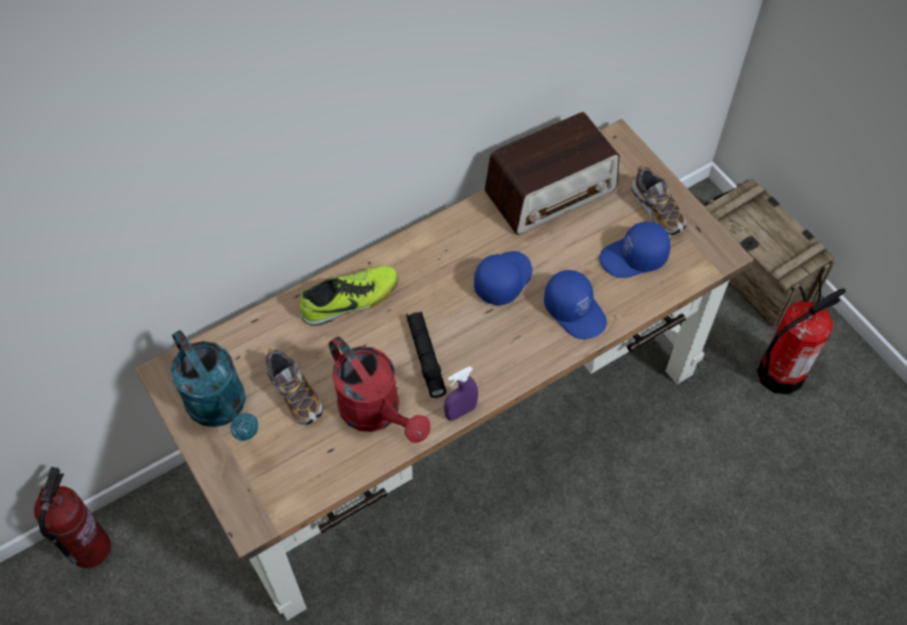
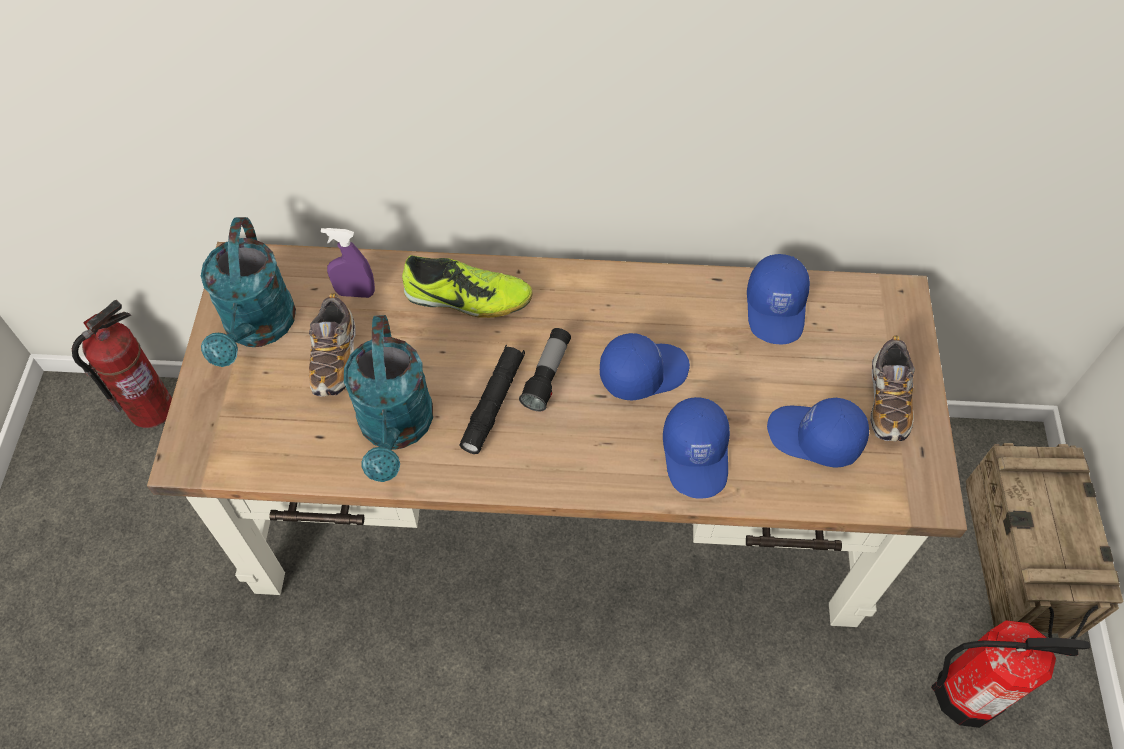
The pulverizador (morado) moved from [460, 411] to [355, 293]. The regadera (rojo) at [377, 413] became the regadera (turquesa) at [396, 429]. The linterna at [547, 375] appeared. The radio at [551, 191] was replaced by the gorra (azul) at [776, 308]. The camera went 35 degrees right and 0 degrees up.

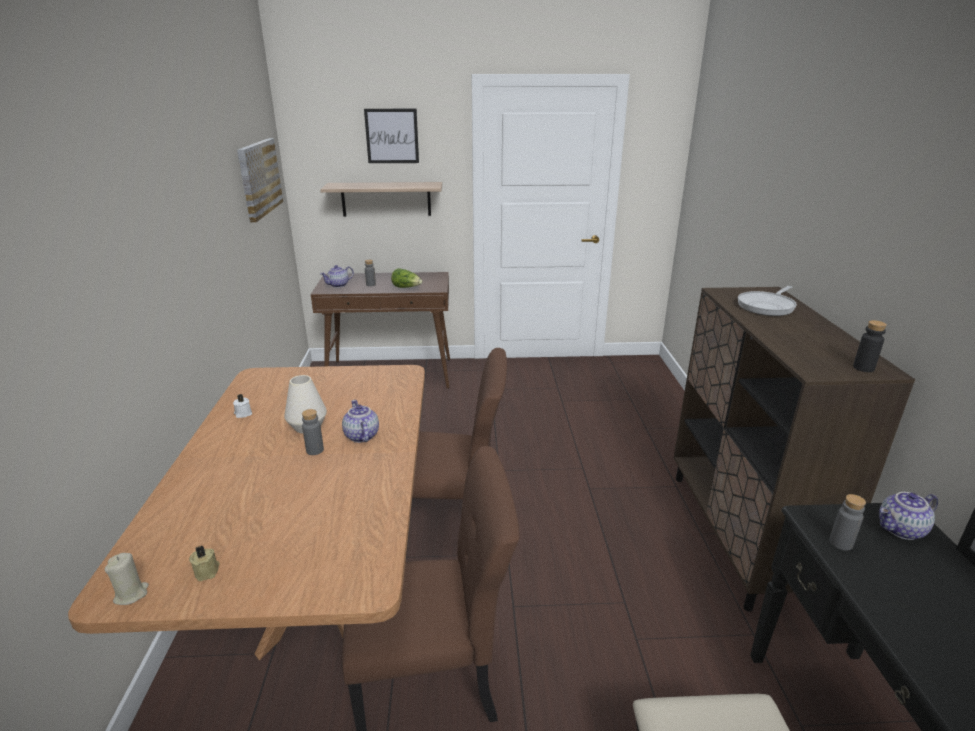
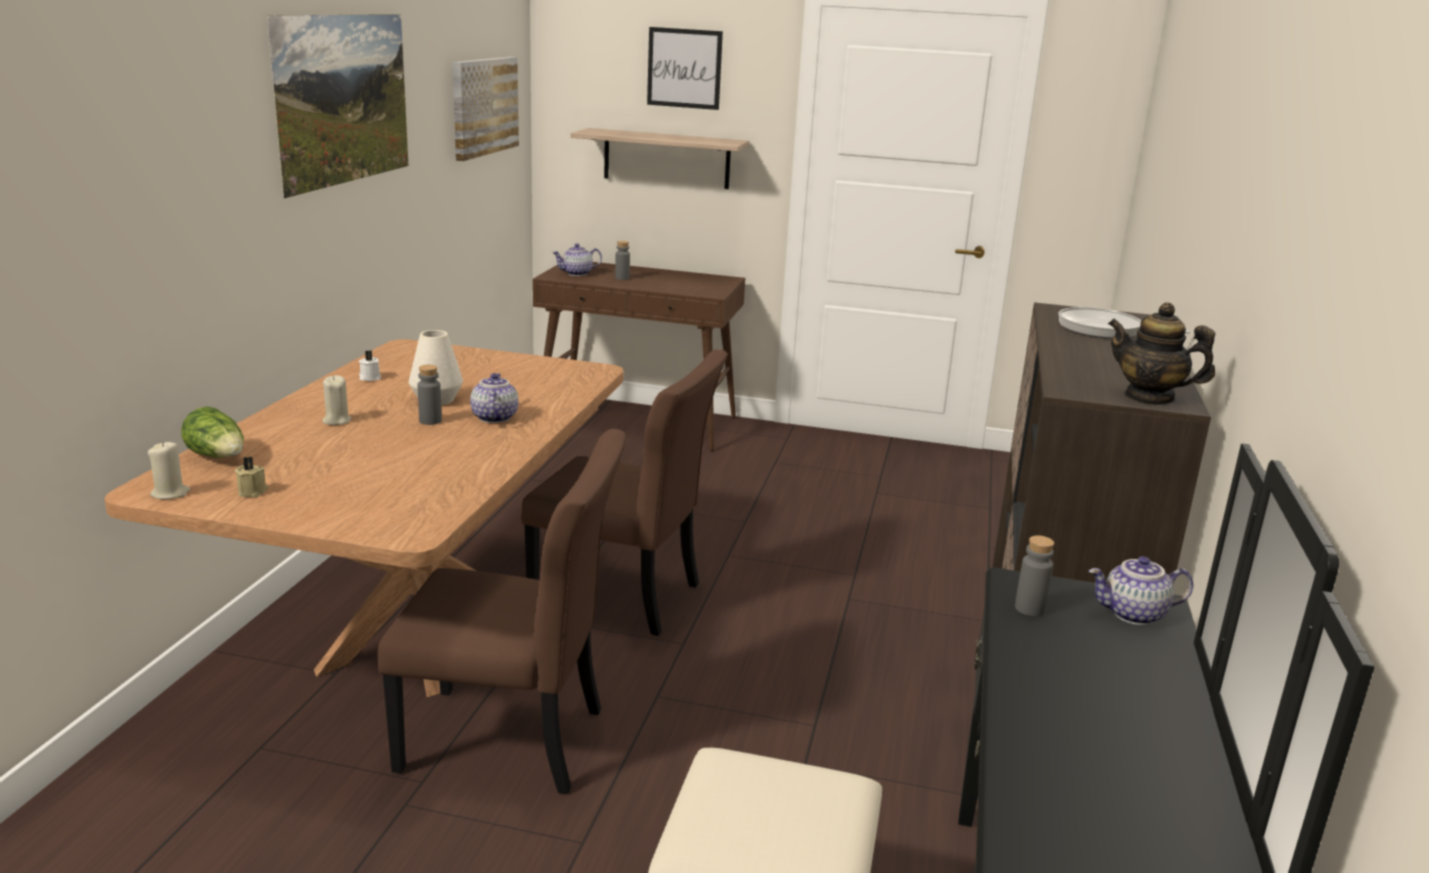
The lechuga moved from [407, 287] to [218, 457]. The cuadro at [349, 140] appeared. The vela (beis) at [336, 420] appeared. The sartén at [767, 306] turned 60 degrees clockwise. The botella (negro) at [863, 368] was replaced by the tetera at [1149, 398]. The camera went 15 degrees right and 5 degrees down.

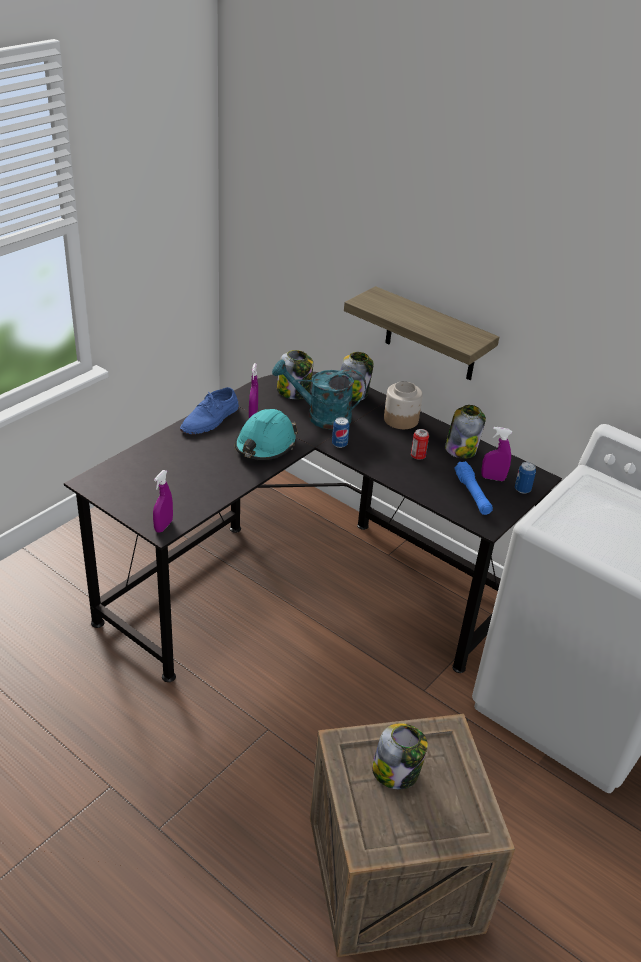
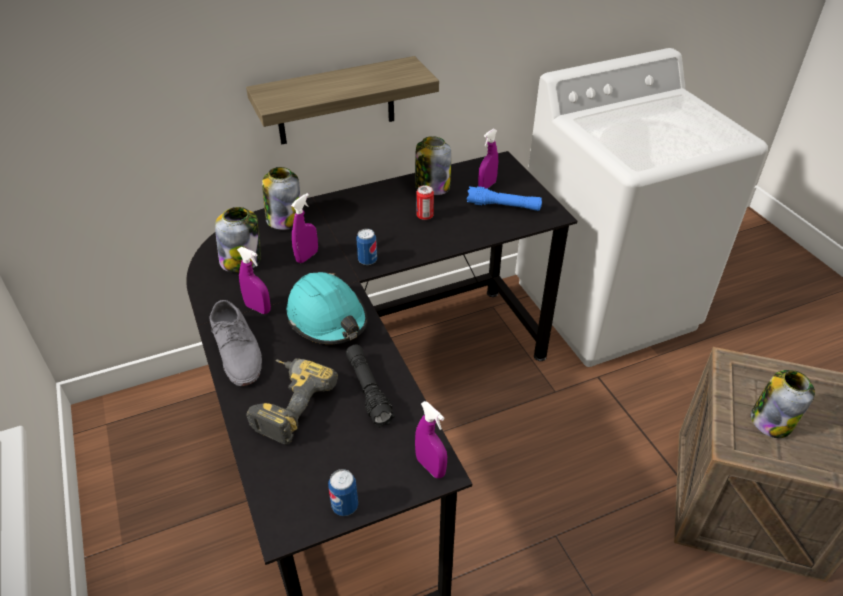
The zapato (azul) at [210, 419] became the zapato (gris) at [238, 350]. The taladro at [287, 403] appeared. The regadera (turquesa) at [321, 417] was replaced by the pulverizador (morado) at [307, 256]. The lata moved from [522, 490] to [345, 506]. The linterna (negro) at [368, 390] appeared. The tarro at [400, 420] disappeared. The camera went 60 degrees left and 5 degrees up.

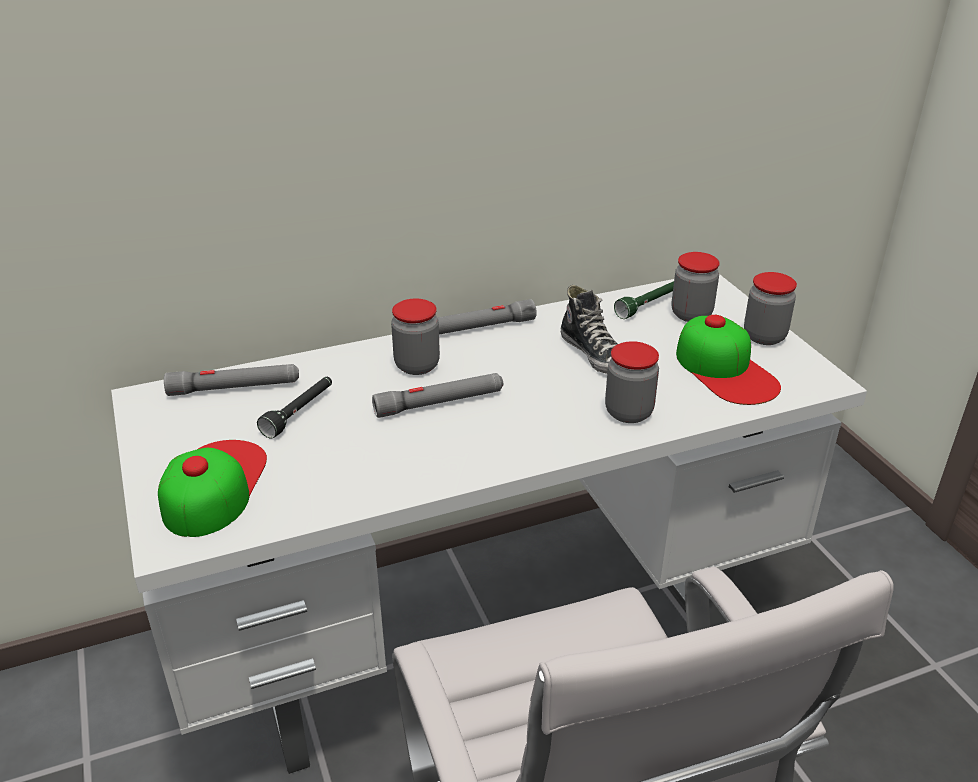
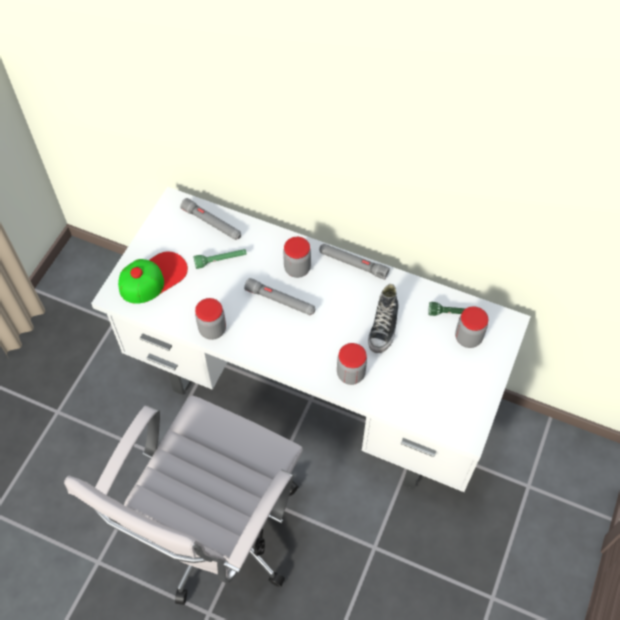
The linterna (negro) at [299, 413] became the linterna (verde) at [221, 260]. The tarro moved from [764, 336] to [212, 329]. The gorra at [725, 370] disappeared. The camera went 45 degrees right and 25 degrees up.

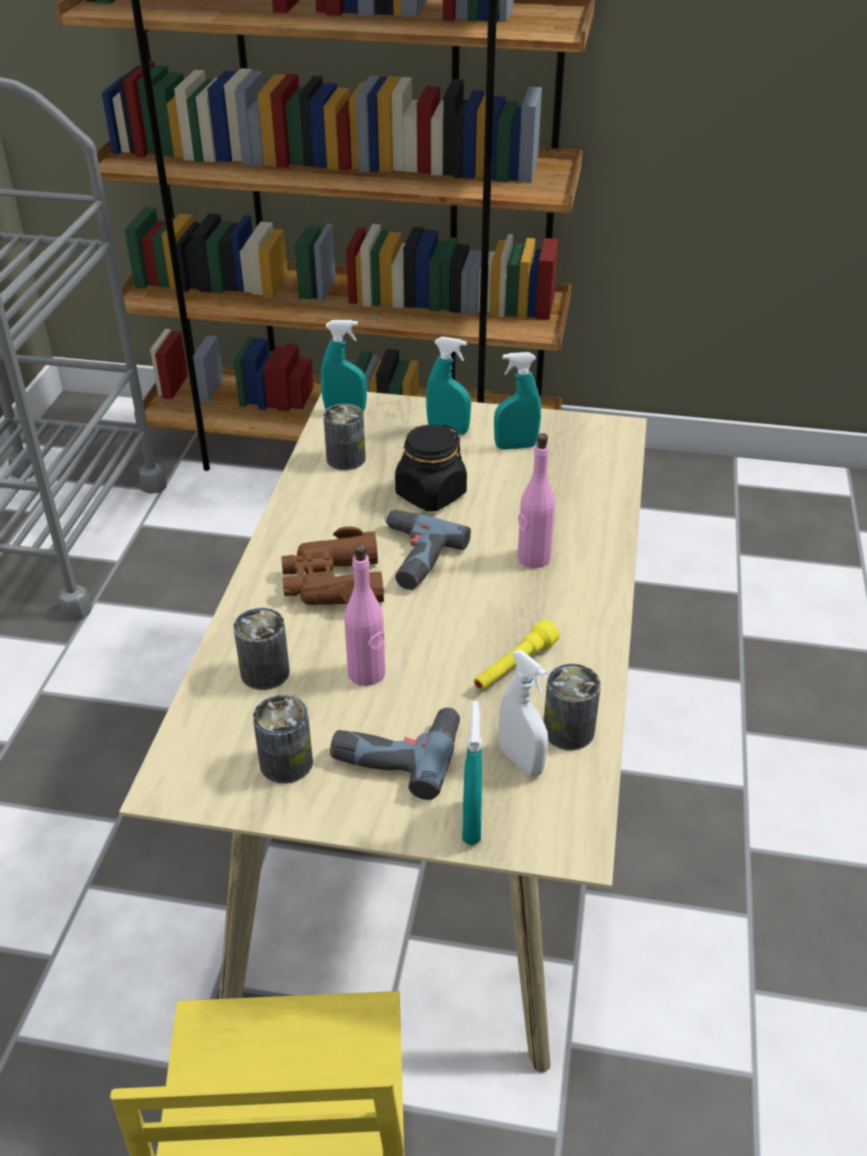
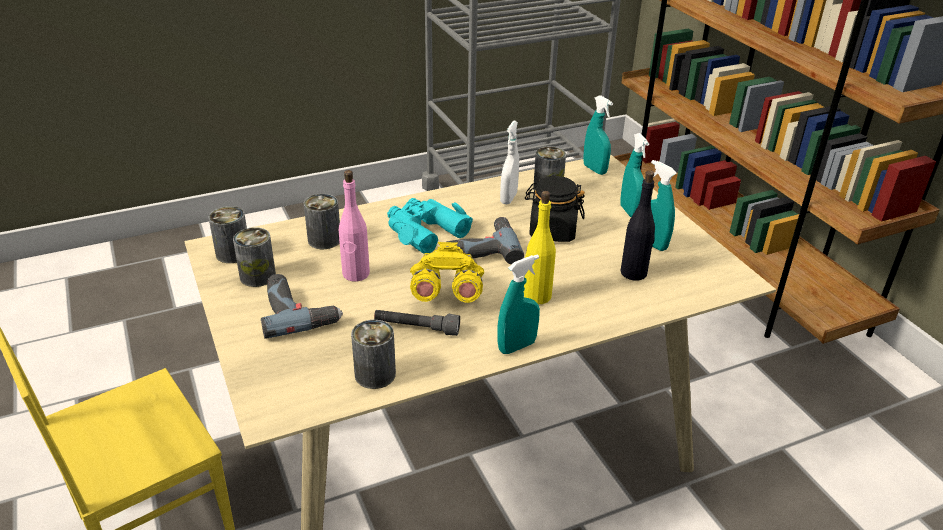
The lata at [233, 253] appeared. The linterna (amarillo) at [514, 666] became the linterna (gris) at [416, 328]. The prismáticos (marrón) at [333, 583] became the prismáticos (turquesa) at [424, 231]. The prismáticos (amarillo) at [446, 294] appeared. The pulverizador (turquesa) moved from [471, 823] to [517, 346]. The pulverizador (blanco) moved from [521, 761] to [508, 198]. The botella (rosa) at [533, 558] became the botella (amarillo) at [537, 296]. The botella (negro) at [634, 273] appeared. The camera went 55 degrees right and 5 degrees down.

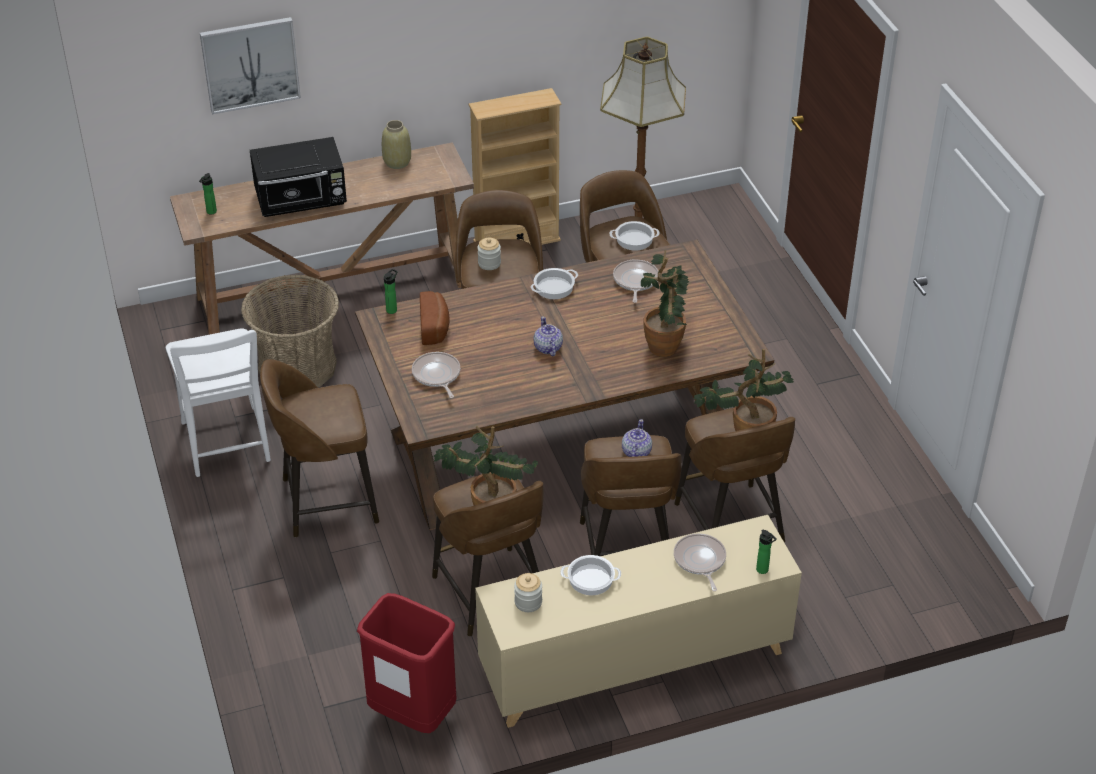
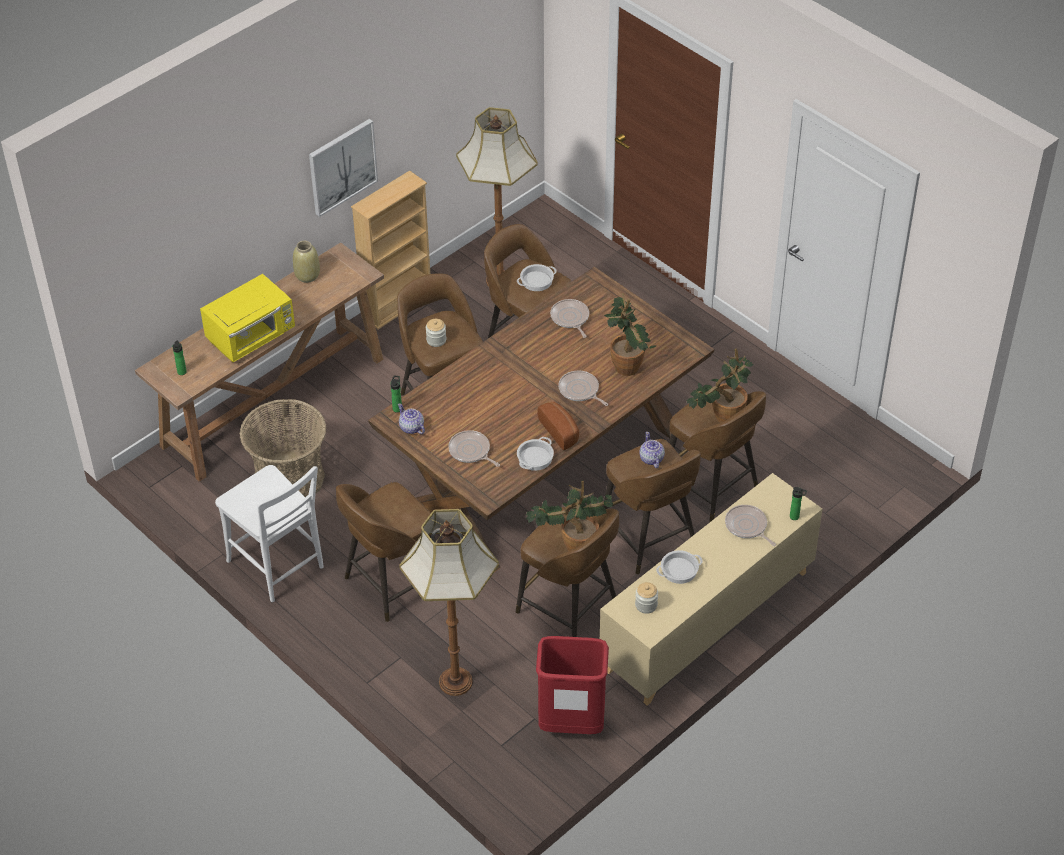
The microondas (negro) at [302, 201] became the microondas (amarillo) at [252, 336]. The cuadro moved from [250, 64] to [342, 166]. The tetera moved from [547, 348] to [411, 428]. The lámpara de pie at [456, 683] appeared. The olla moved from [554, 288] to [535, 458]. The pan moved from [435, 327] to [561, 431]. The sartén at [580, 390] appeared. The camera went 25 degrees left and 5 degrees up.

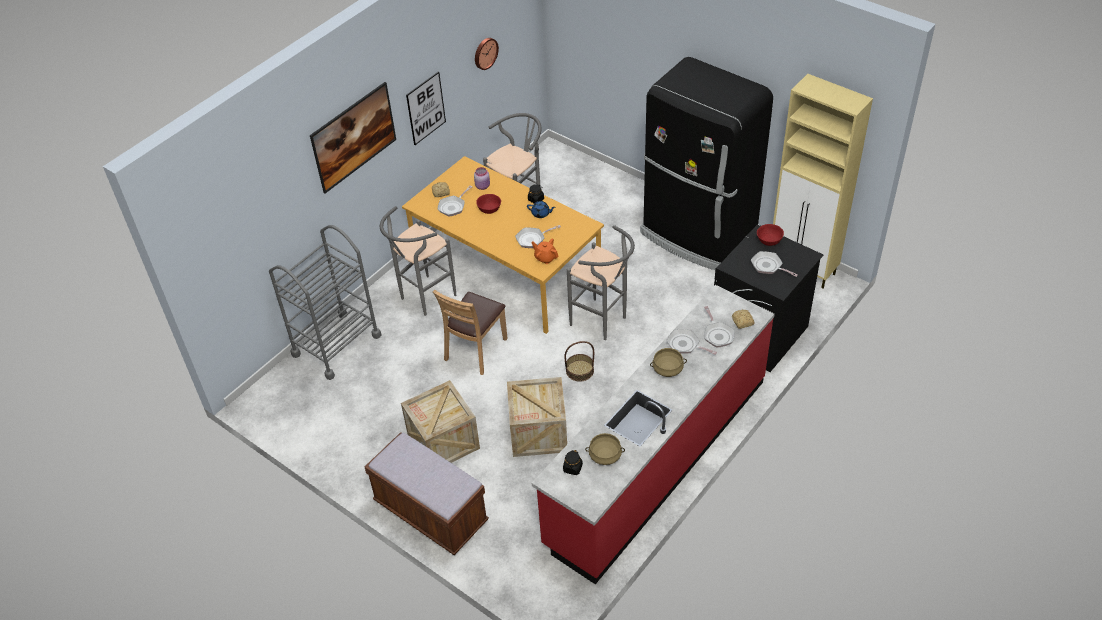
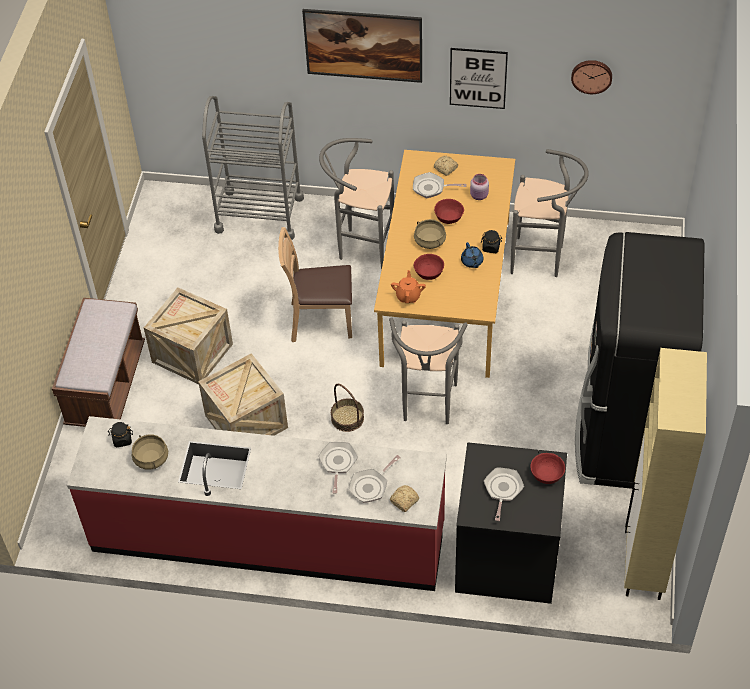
The olla (beis) moved from [667, 369] to [429, 241]. The sartén at [532, 239] was replaced by the cuenco (rojo) at [428, 273]. The camera went 60 degrees right and 5 degrees up.

